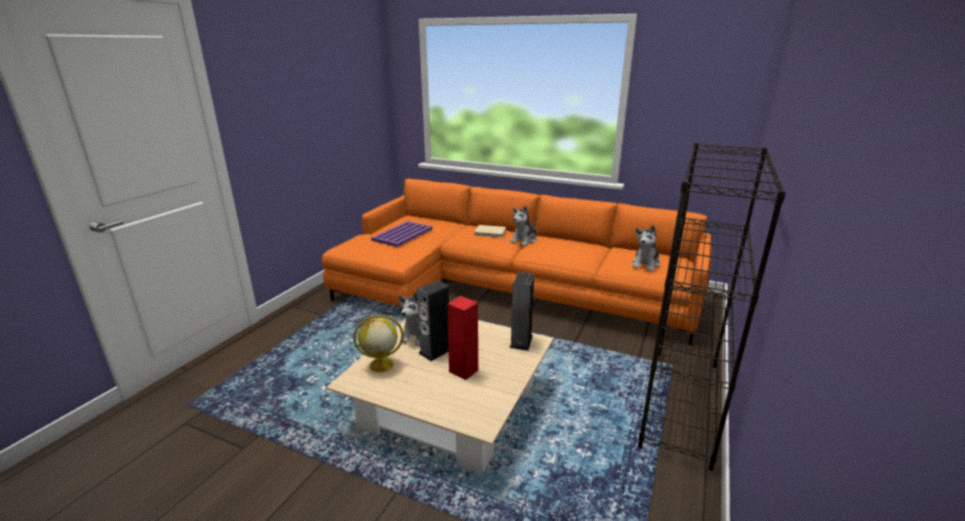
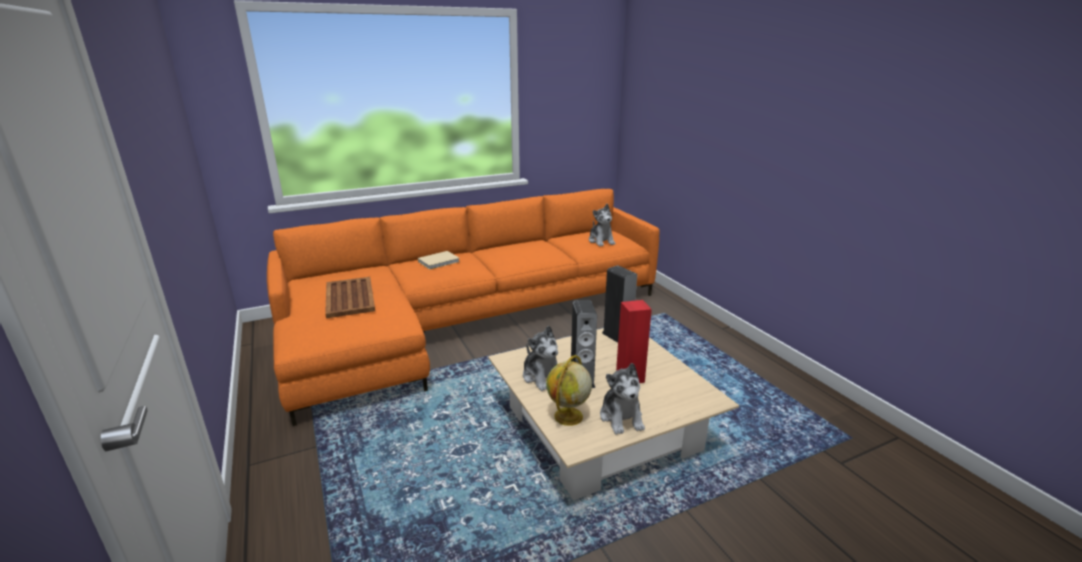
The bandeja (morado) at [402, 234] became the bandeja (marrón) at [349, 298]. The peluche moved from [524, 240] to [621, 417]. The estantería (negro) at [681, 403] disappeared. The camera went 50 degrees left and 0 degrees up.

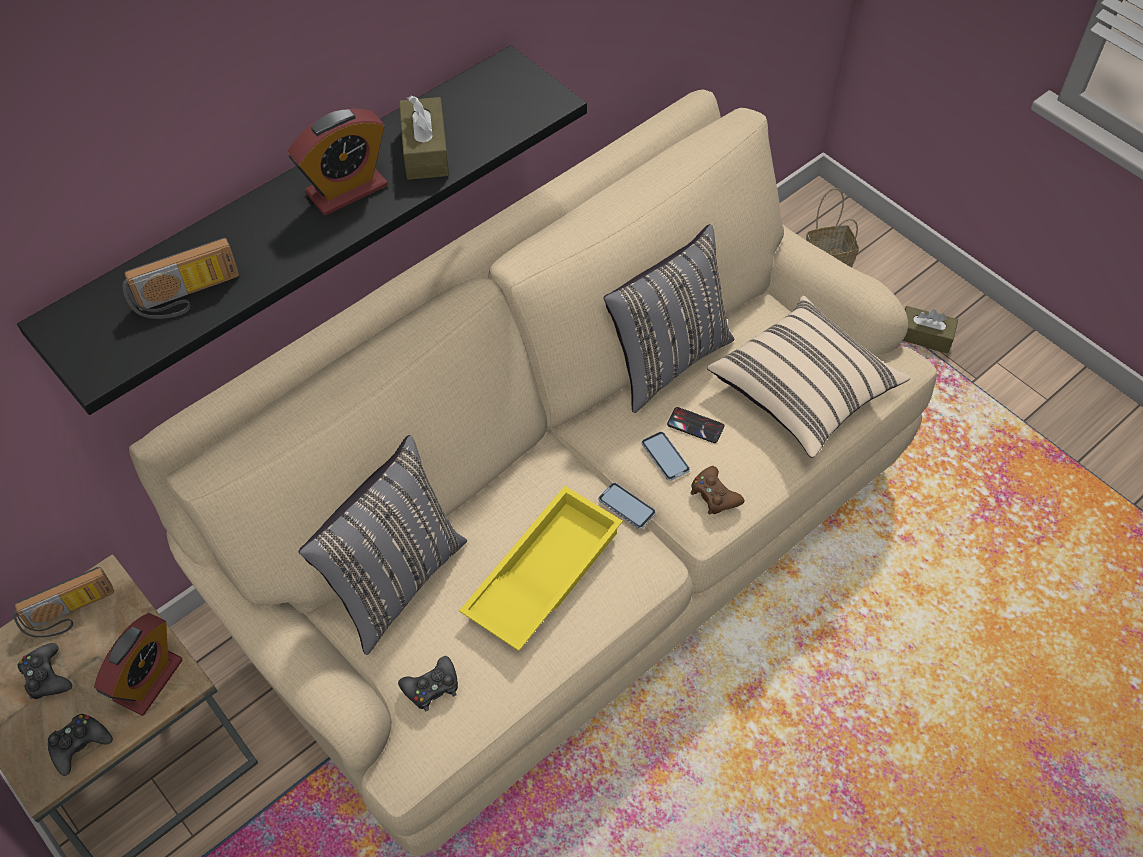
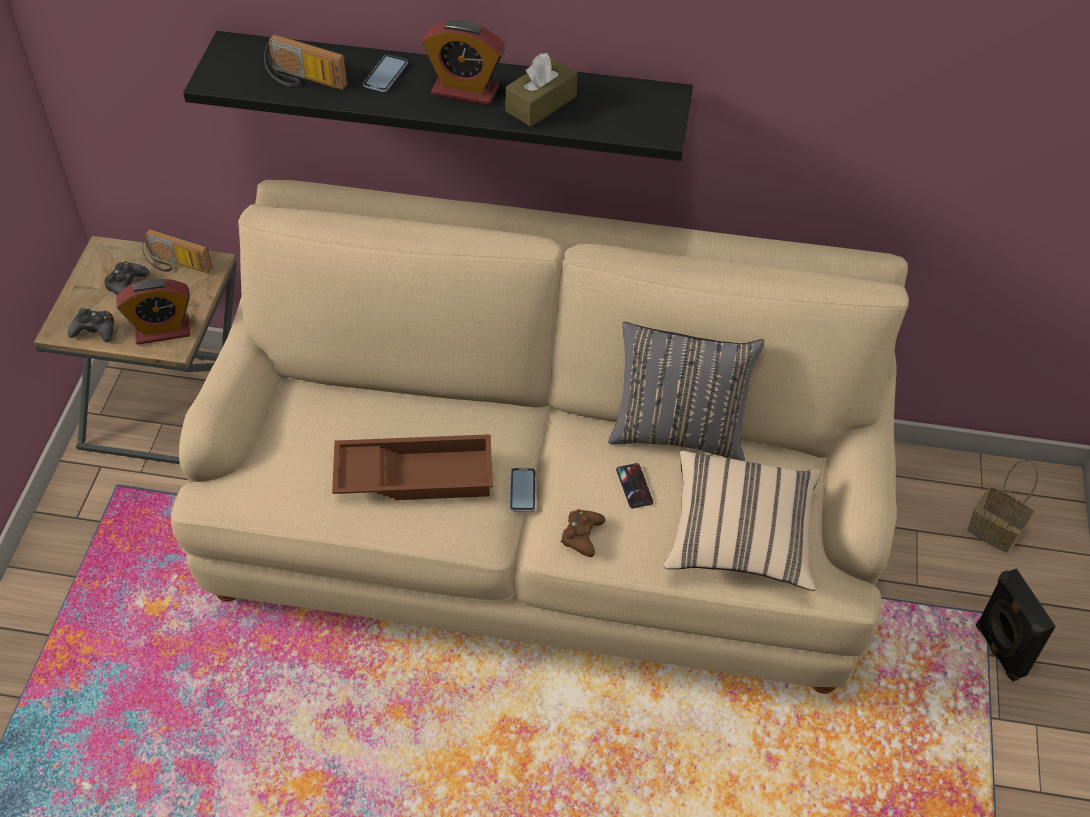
The bandeja (amarillo) at [542, 573] became the bandeja (marrón) at [415, 474]. The móvil moved from [665, 457] to [385, 75]. The caja de pañuelos (marrón) at [924, 336] was replaced by the altavoz (negro) at [998, 650]. The cojín (gris) at [394, 581] disappeared. The mando de consola (negro) at [431, 687] disappeared. The camera went 50 degrees right and 5 degrees down.

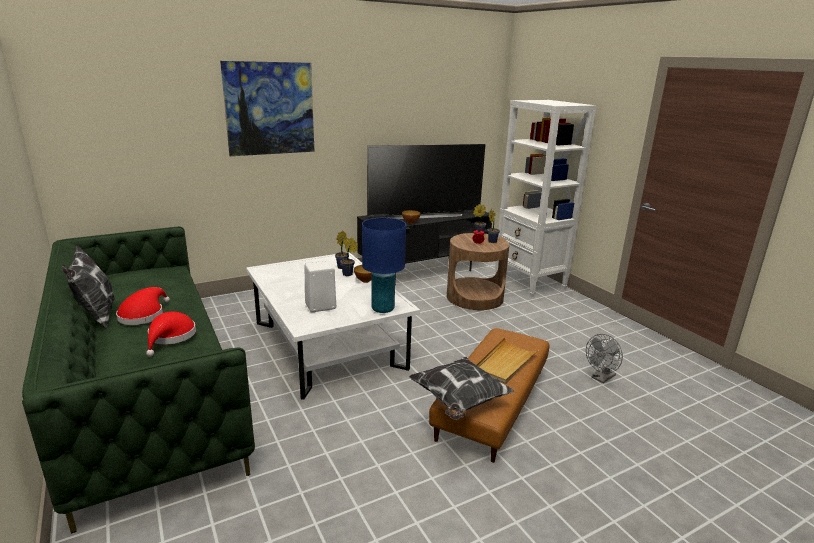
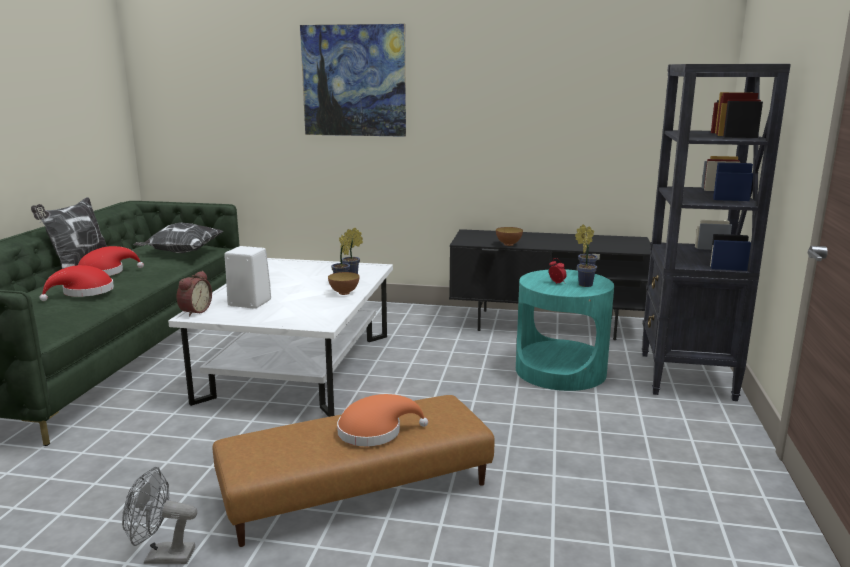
The ventilador (gris) moved from [601, 378] to [162, 556]. The cojín moved from [459, 401] to [181, 253]. The despertador at [194, 311] appeared. The bandeja (beis) at [505, 363] was replaced by the sombrero (naranja) at [375, 432]. The mesa auxiliar (marrón) at [474, 297] became the mesa auxiliar (turquesa) at [560, 371]. The estantería (blanco) at [530, 282] became the estantería (negro) at [686, 376]. The lámpara de mesa (azul) at [383, 309] disappeared. The televisor at [423, 215] disappeared. The camera went 40 degrees right and 5 degrees down.

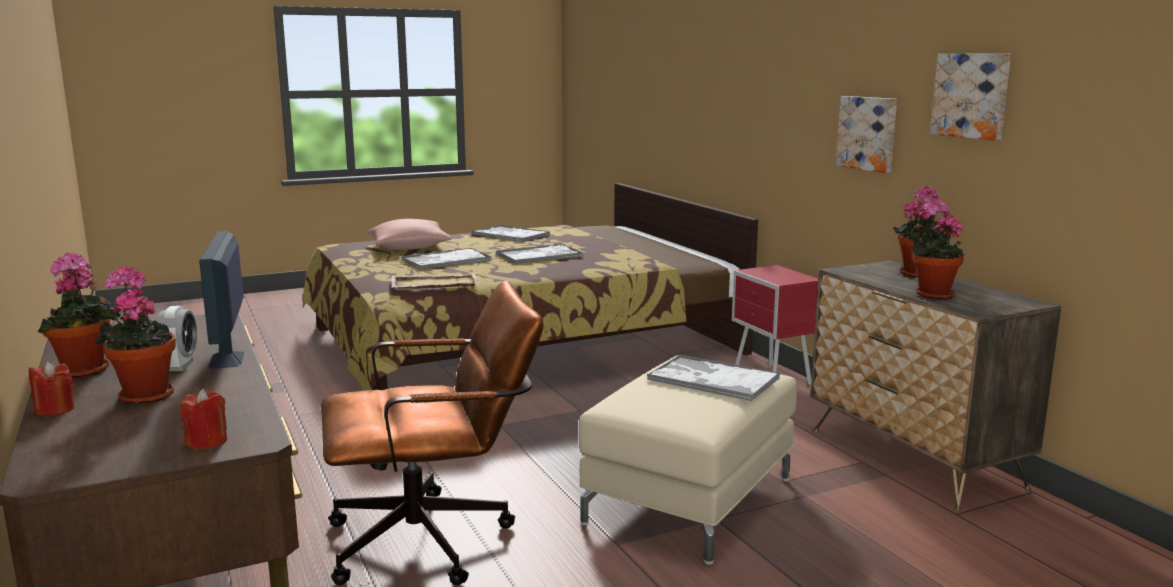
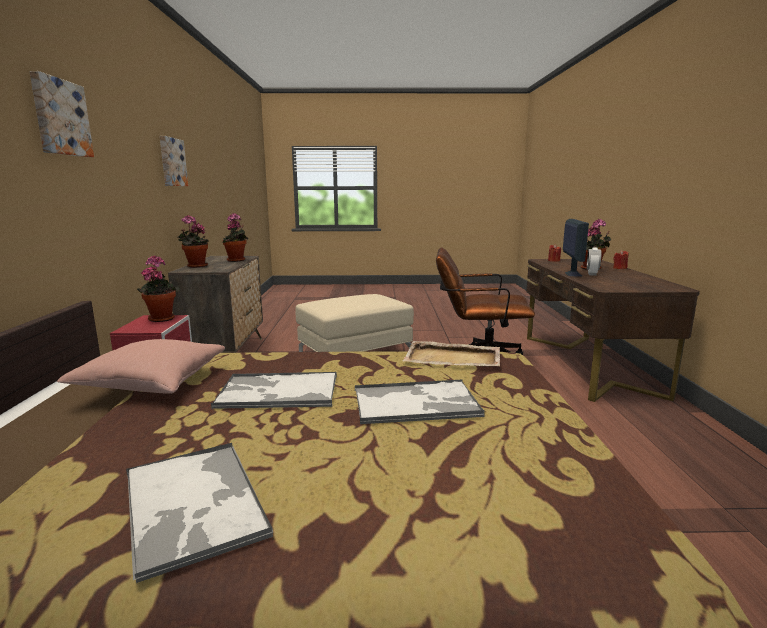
The cuadro moved from [868, 133] to [60, 117]. The cojín (rosa) moved from [409, 247] to [152, 383]. The planta en maceta moved from [85, 372] to [161, 318]. The bandeja at [712, 379] disappeared. The camera went 155 degrees left and 0 degrees up.

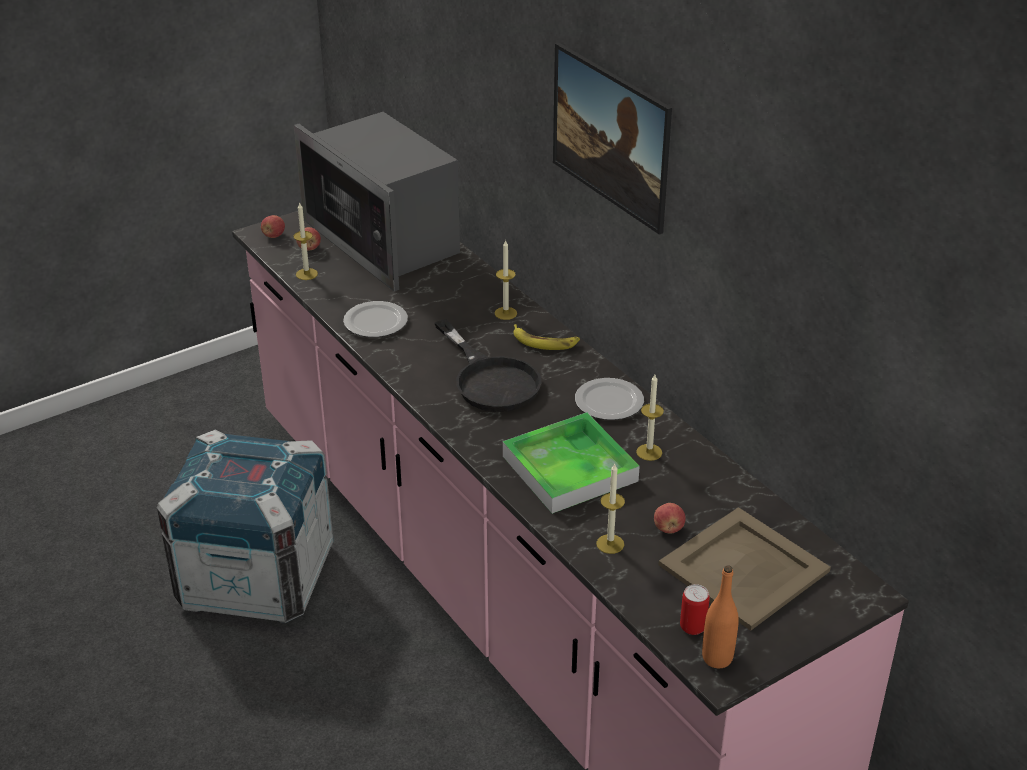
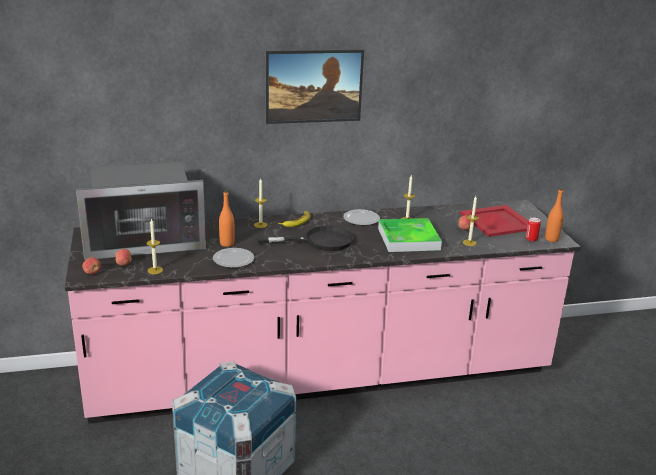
The botella (naranja) at [227, 243] appeared. The bandeja (beis) at [745, 568] became the bandeja (rojo) at [497, 221]. The camera went 70 degrees left and 10 degrees down.

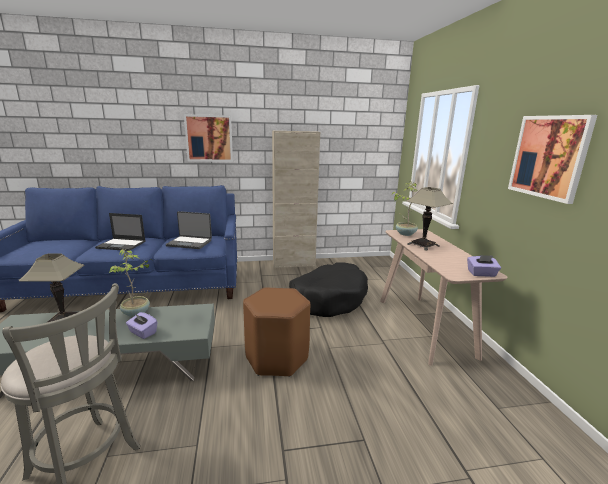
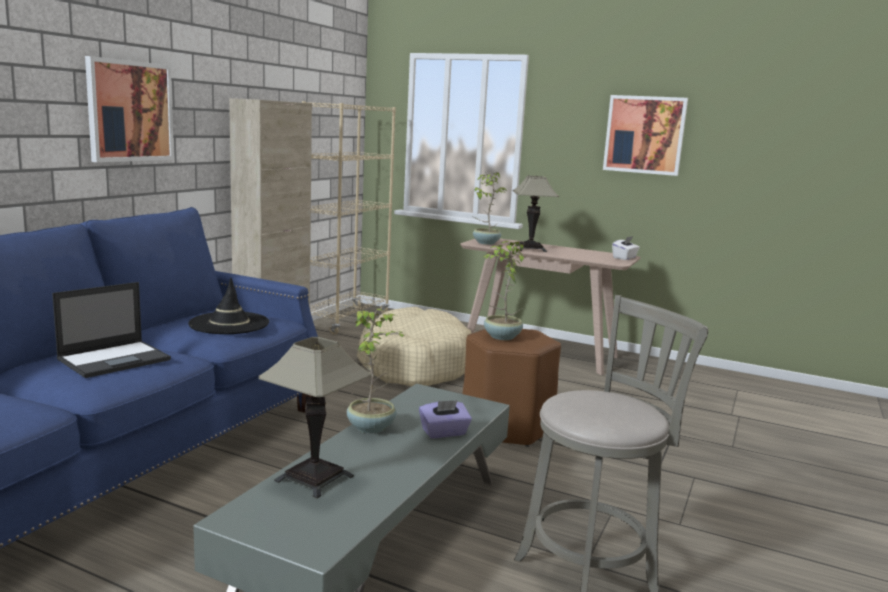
The portátil at [190, 243] was replaced by the sombrero (negro) at [229, 323]. The estantería (beis) at [346, 320] appeared. The cama para perro (negro) at [328, 298] became the cama para perro (beis) at [413, 364]. The planta en maceta at [501, 337] appeared. The caja de pañuelos (morado) at [481, 274] became the caja de pañuelos (blanco) at [624, 258]. The camera went 55 degrees left and 5 degrees down.

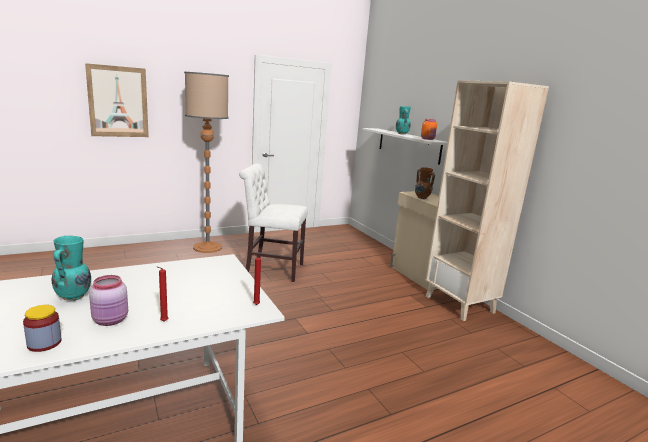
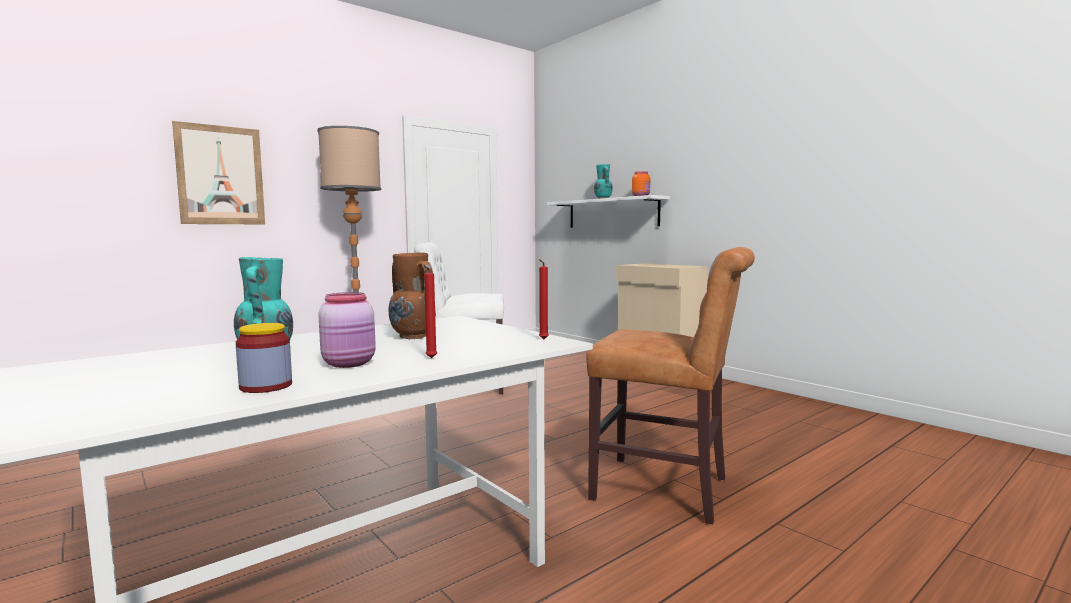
The florero (marrón) moved from [422, 198] to [413, 337]. The silla (marrón) at [668, 491] appeared. The estantería (beis) at [460, 304] disappeared. The camera went 10 degrees left and 10 degrees down.

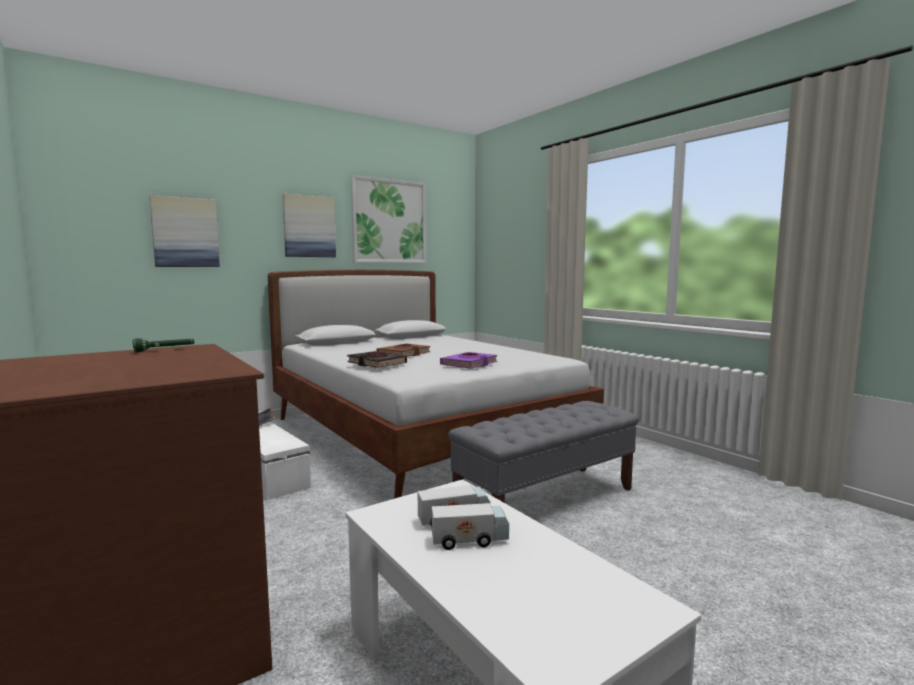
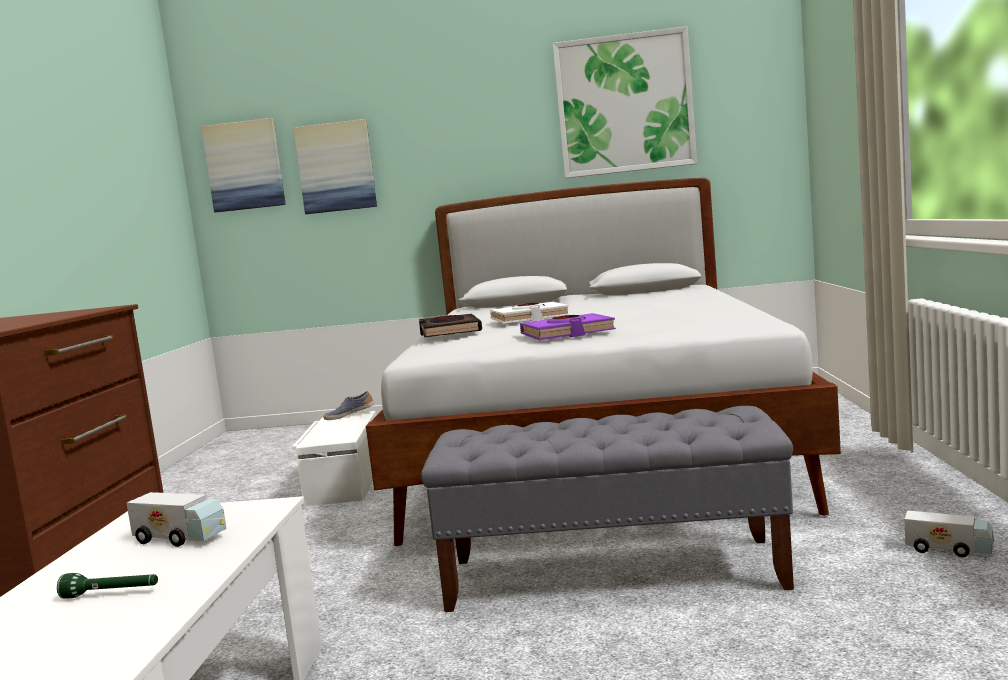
The linterna (verde) moved from [165, 350] to [111, 594]. The cuadro moved from [309, 226] to [244, 165]. The libro (marrón) at [404, 354] became the libro (blanco) at [529, 318]. The camión de juguete moved from [470, 540] to [949, 550]. The camera went 40 degrees right and 0 degrees up.

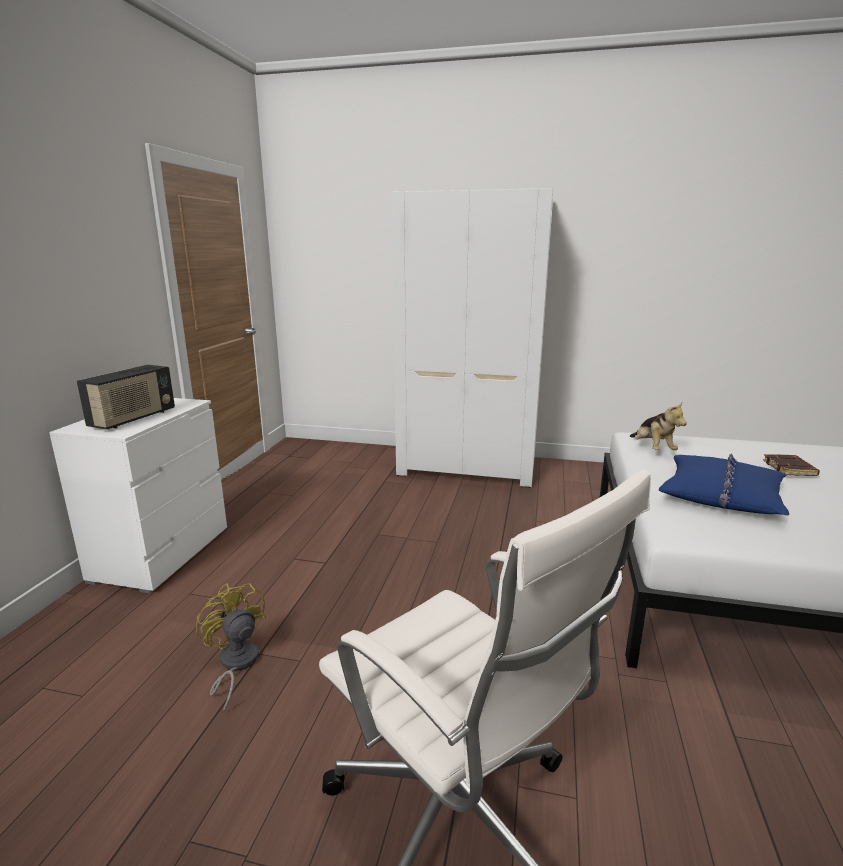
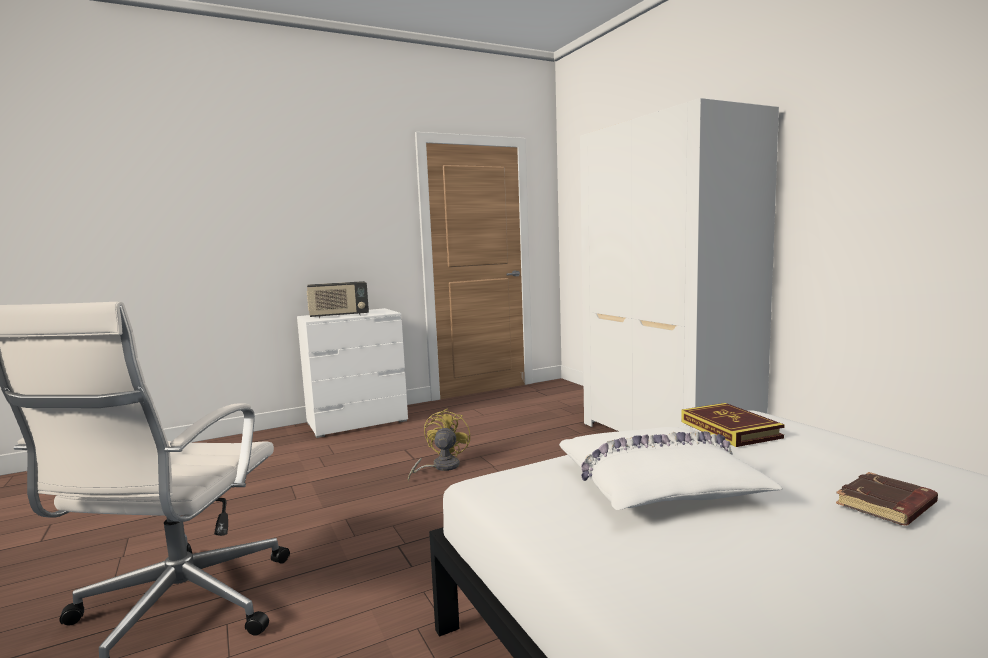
The ventilador (amarillo) moved from [235, 665] to [440, 467]. The cojín (azul) at [721, 495] became the cojín (blanco) at [657, 485]. The peluche at [652, 449] was replaced by the libro at [730, 429]. The camera went 50 degrees right and 10 degrees down.

